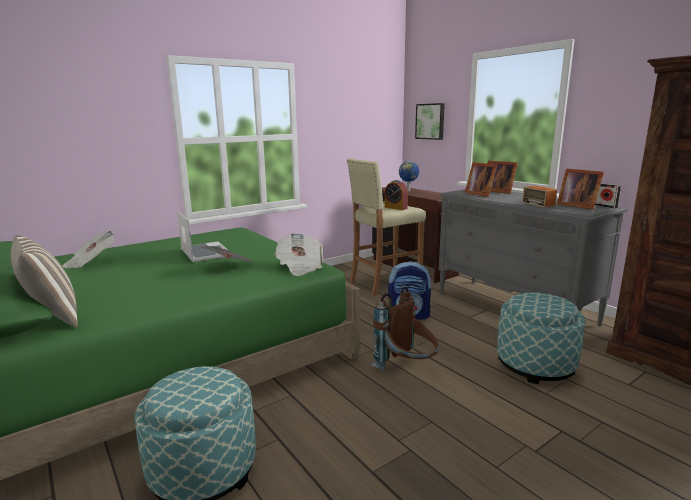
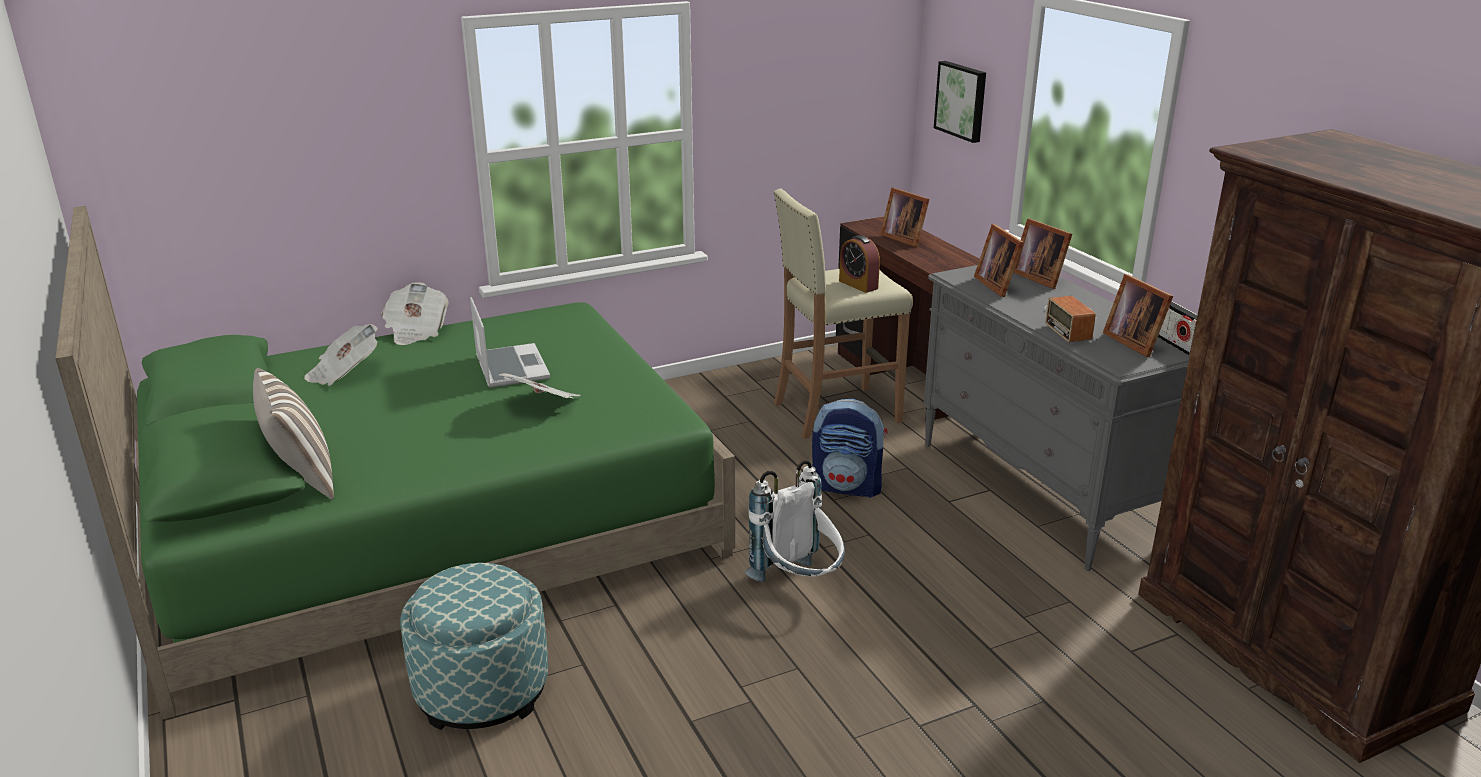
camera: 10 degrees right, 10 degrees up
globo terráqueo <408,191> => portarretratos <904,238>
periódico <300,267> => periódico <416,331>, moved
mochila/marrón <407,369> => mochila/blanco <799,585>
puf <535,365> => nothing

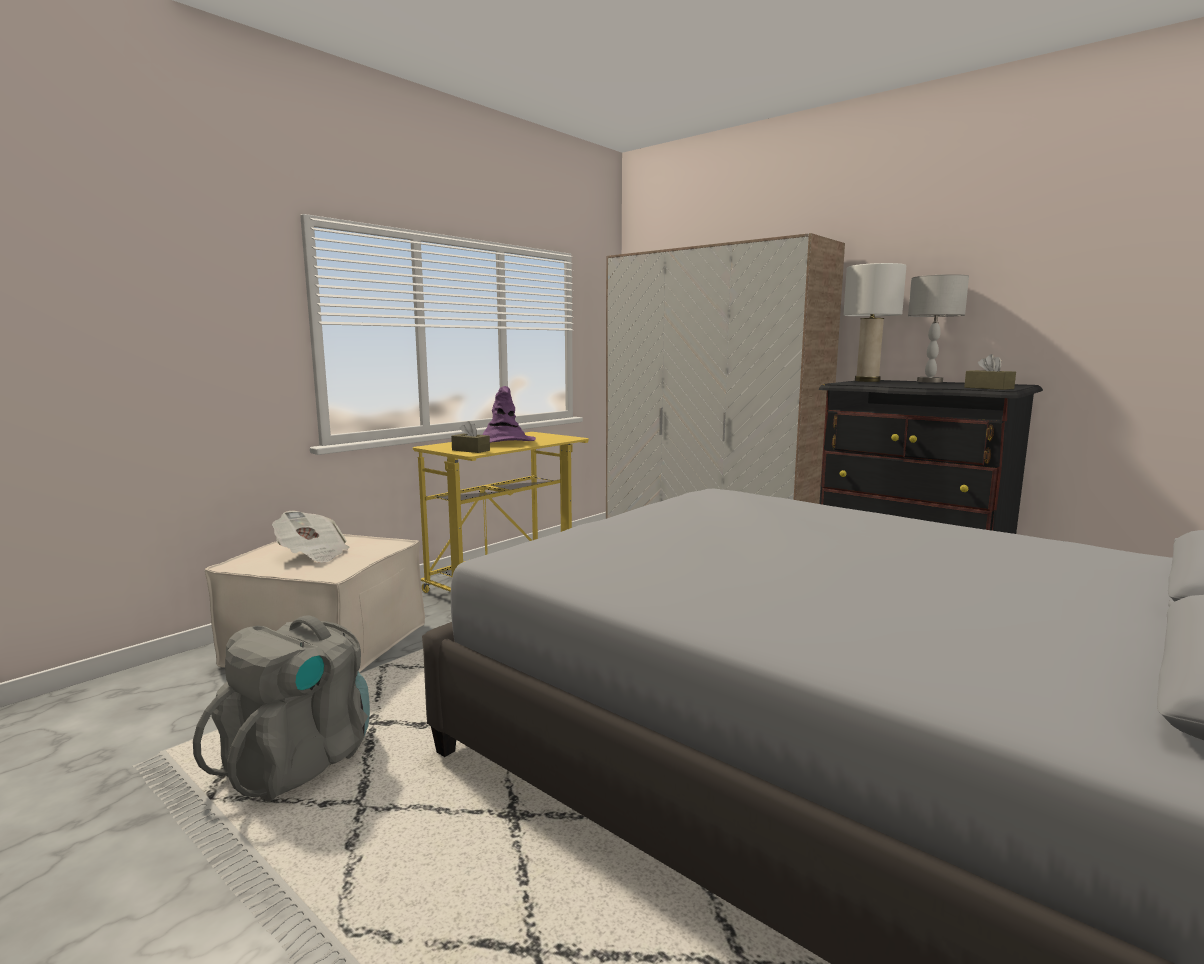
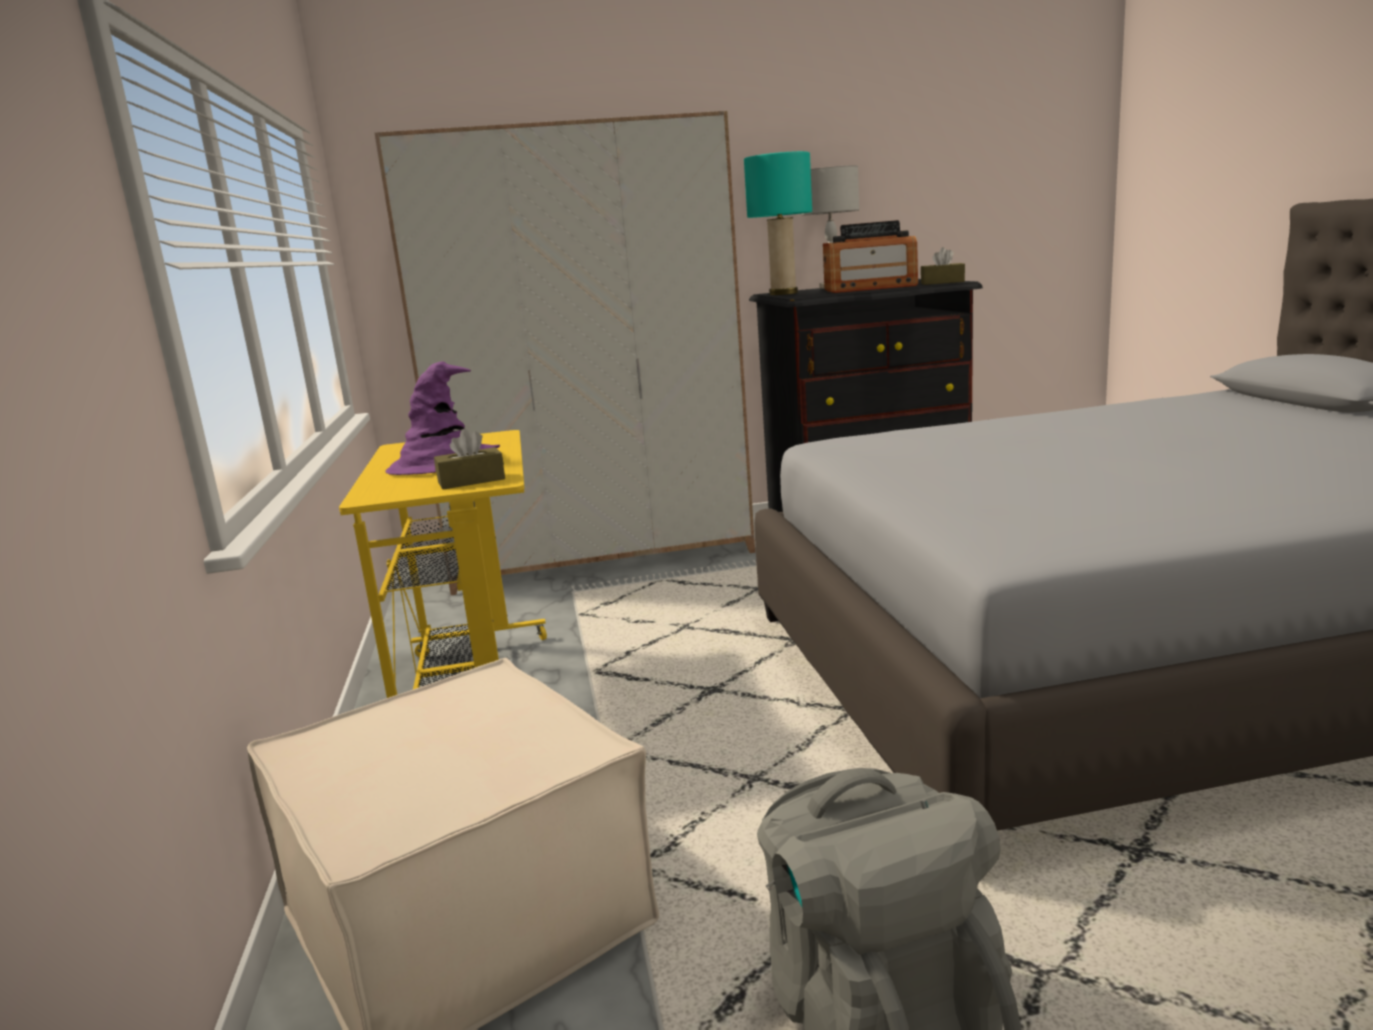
camera: 50 degrees left, 5 degrees up
lámpara de mesa/blanco <867,381> => lámpara de mesa/turquesa <783,293>
periódico <313,554> => nothing
nothing => radio <870,288>

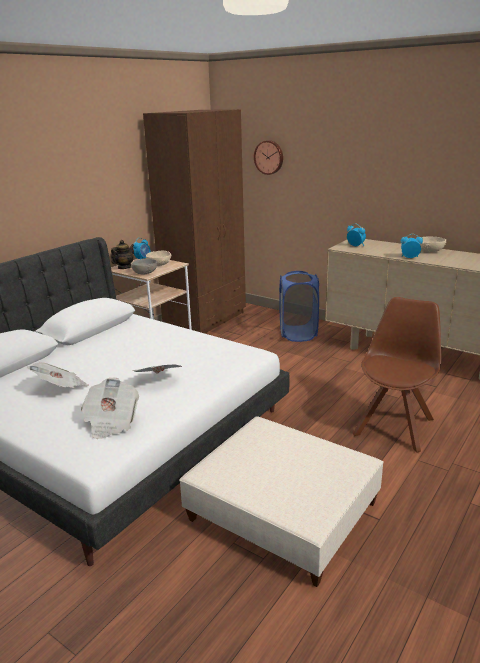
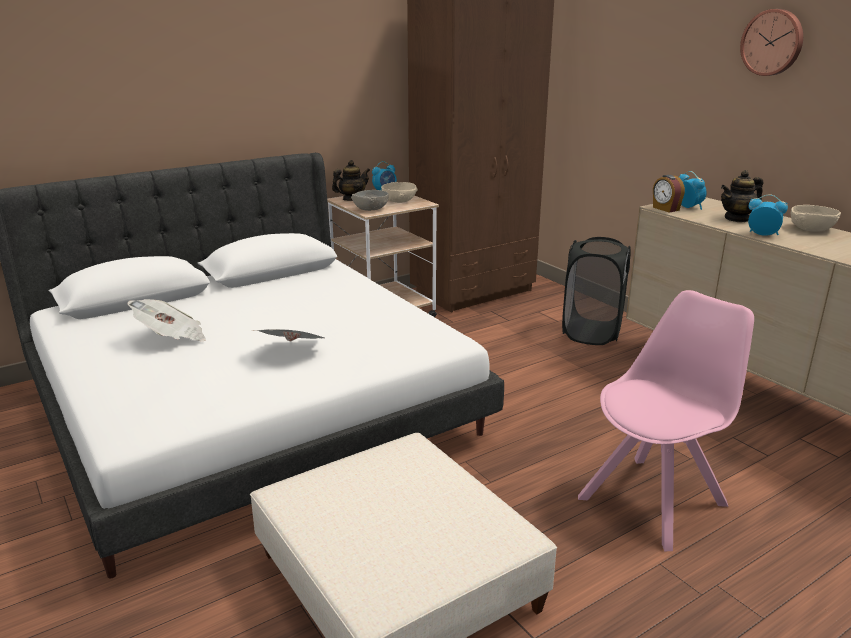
camera: 20 degrees right, 0 degrees up
reloj de pared <269,157> => reloj de pared <773,42>, moved
cesto de la ropa/azul <298,334> => cesto de la ropa/negro <591,332>
silla/marrón <394,425> => silla/rosa <655,500>
periódico <111,422> => nothing
nothing => tetera <737,218>
nothing => despertador <665,209>

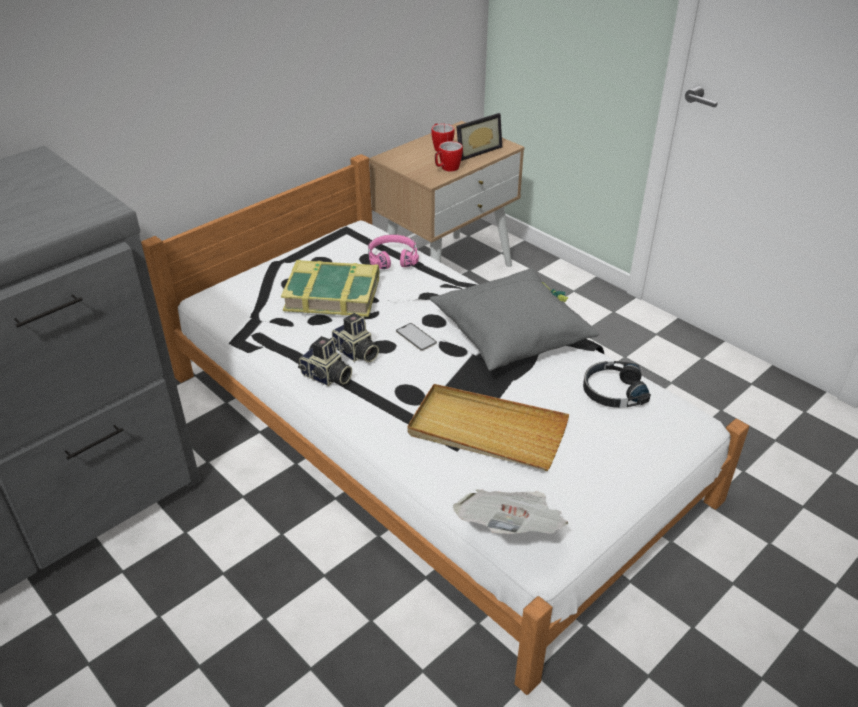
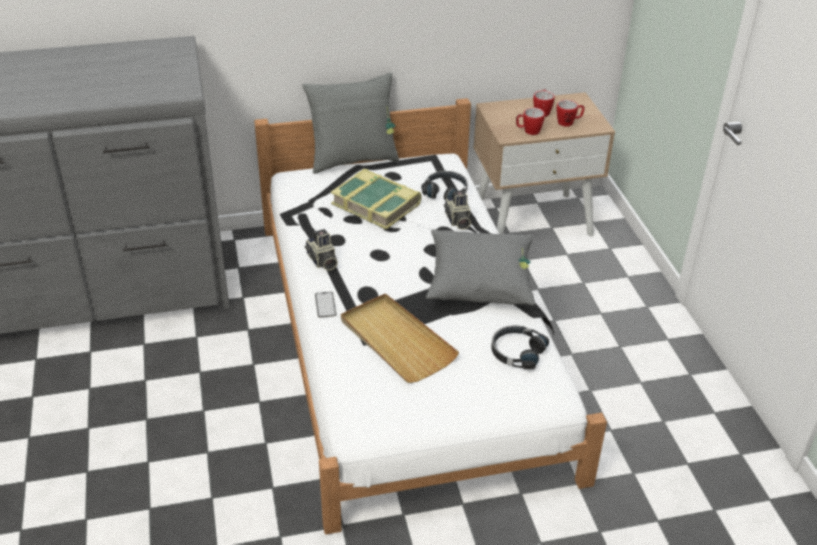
camera: 30 degrees right, 0 degrees up
portarretratos <475,151> => taza grande <568,122>
auriculares/rosa <392,258> => auriculares/negro <446,191>
cámara <355,353> => cámara <457,221>, moved
móvil <416,337> => móvil <325,305>, moved
periódico <511,530> => nothing
nothing => cojín/gris <353,161>

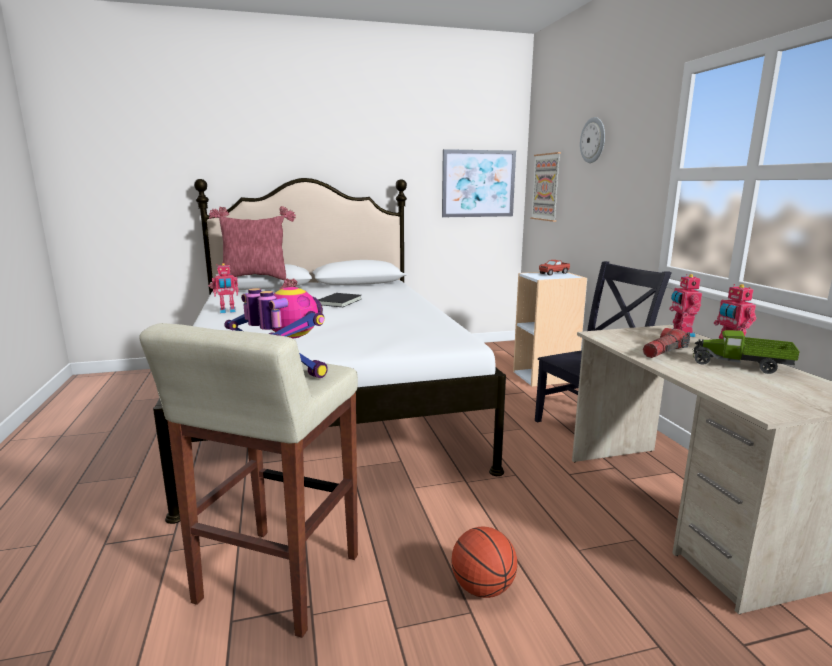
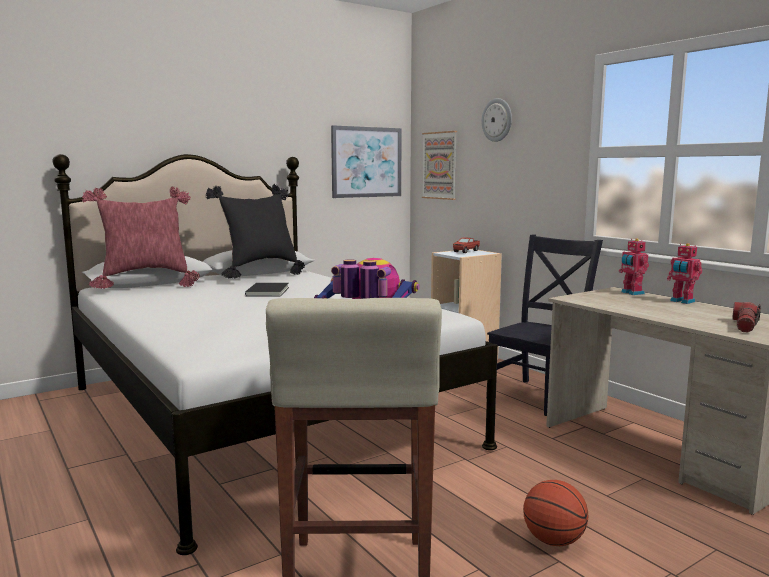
camera: 20 degrees left, 5 degrees down
robot de juguete <228,311> => nothing
linterna <664,352> => linterna <745,326>, moved
camión de juguete <741,365> => nothing
nothing => cojín/negro <258,276>

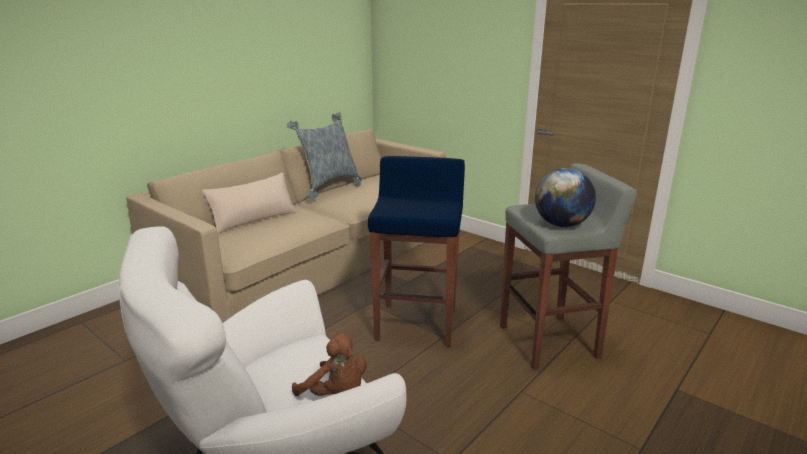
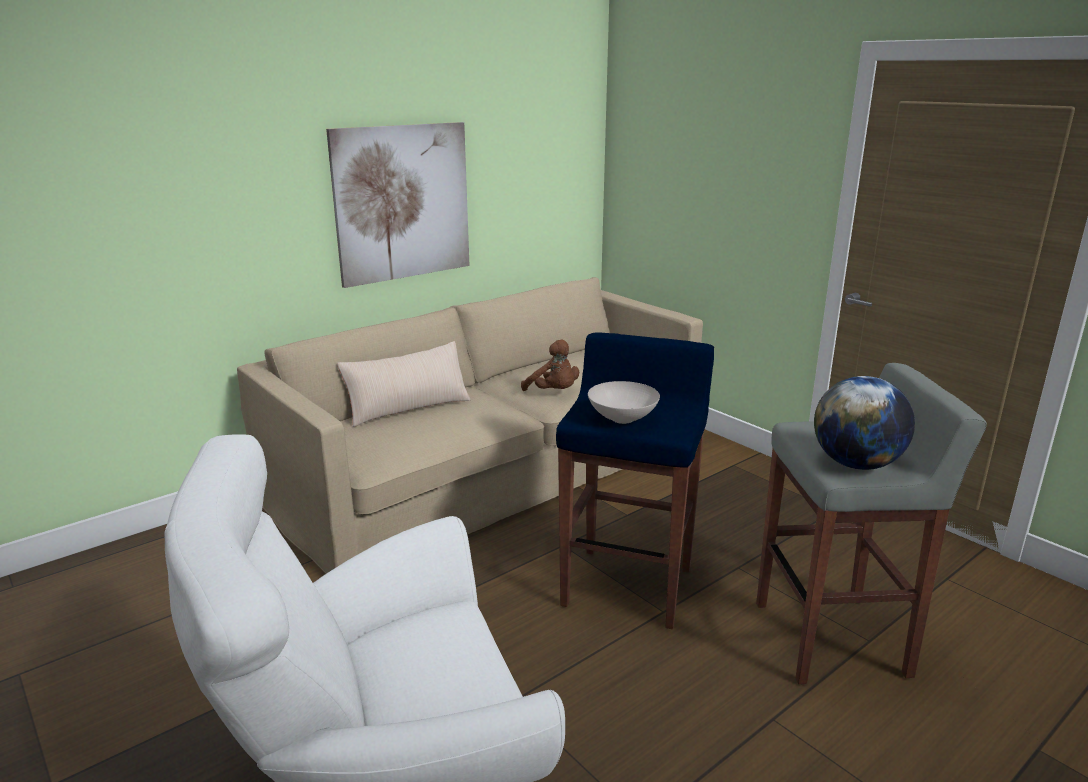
camera: 10 degrees right, 0 degrees up
cojín <327,190> => nothing
peluche/marrón <335,394> => peluche/marrón <554,392>, moved
nothing => cuadro <402,203>
nothing => cuenco/blanco <621,418>

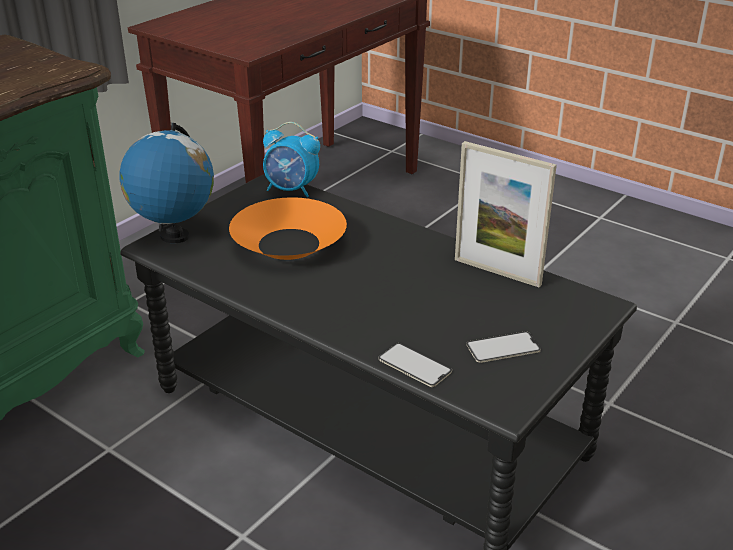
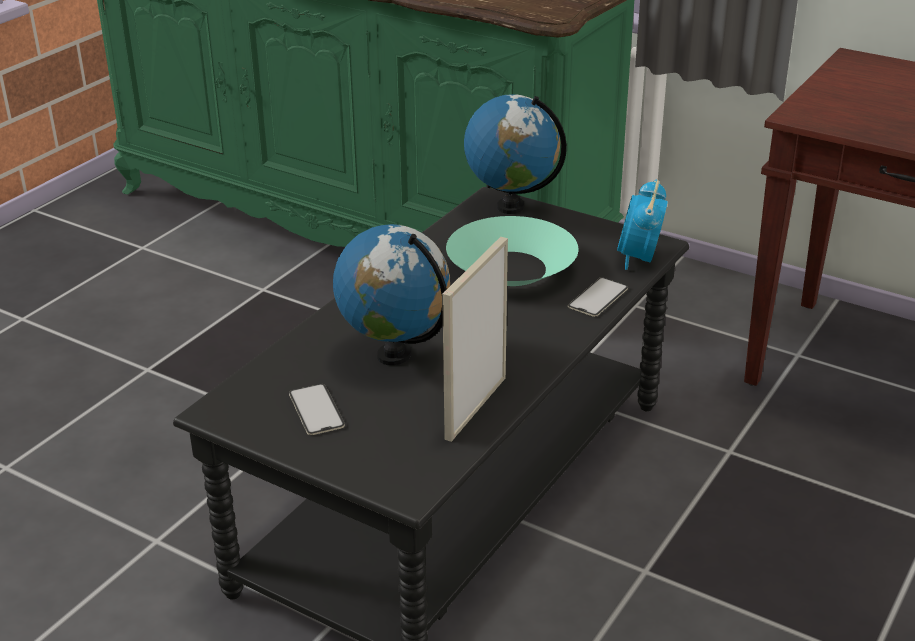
camera: 85 degrees right, 0 degrees up
cuenco/naranja <288,243> => cuenco/turquesa <511,268>
móvil <414,365> => móvil <598,297>, moved
nothing => globo terráqueo <395,355>

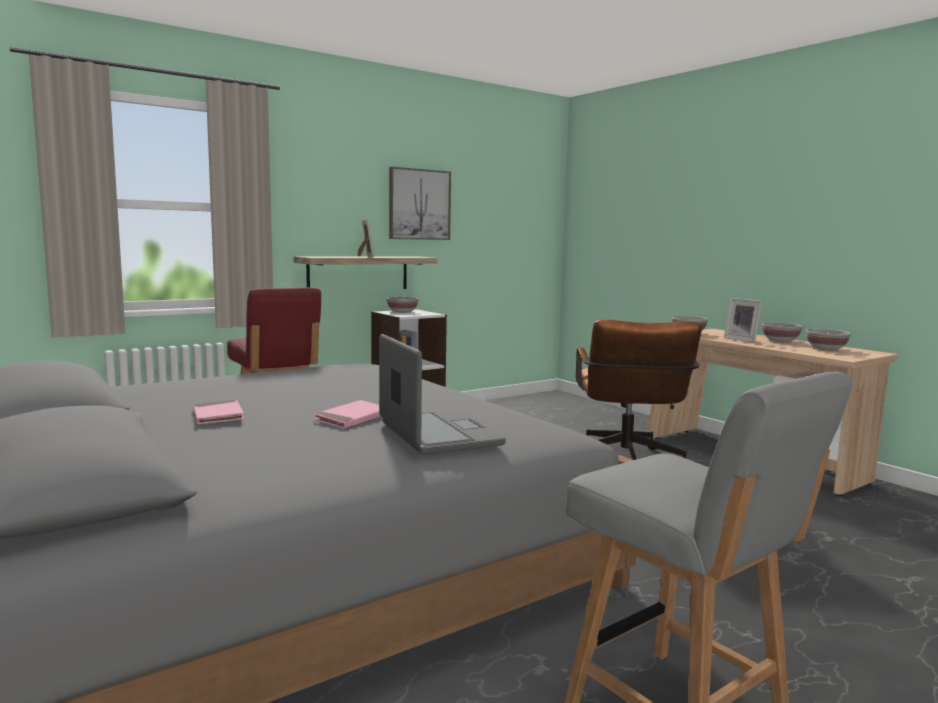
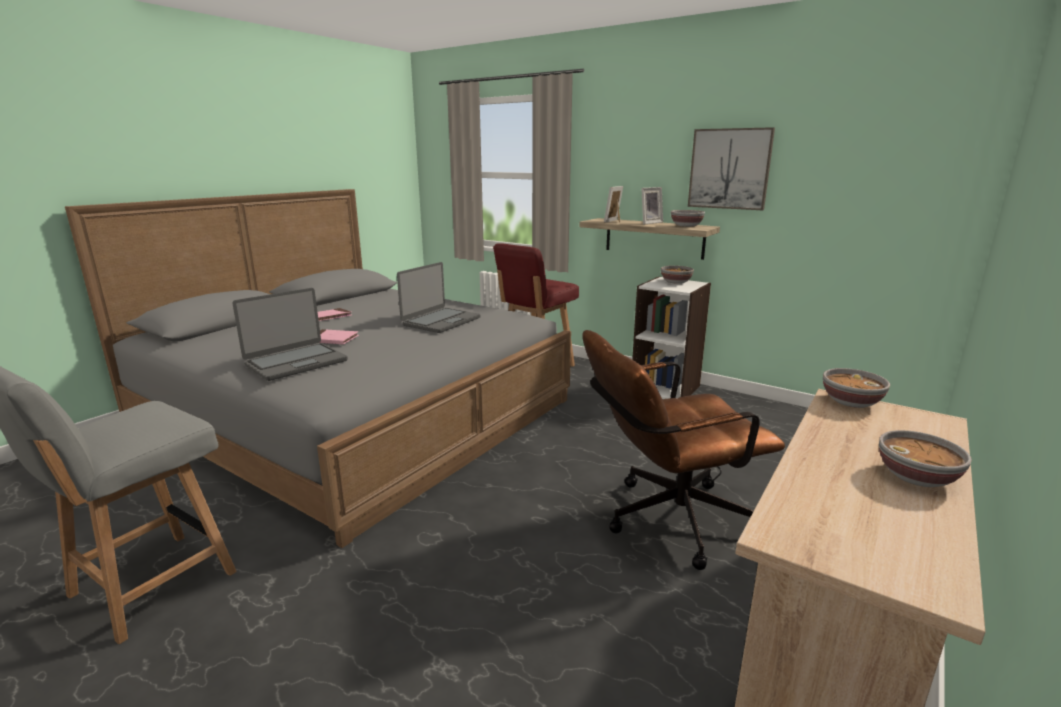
camera: 70 degrees right, 10 degrees up
portarretratos <742,339> => portarretratos <615,221>, moved
cuenco <826,348> => cuenco <686,226>, moved
nothing => portátil <441,321>

